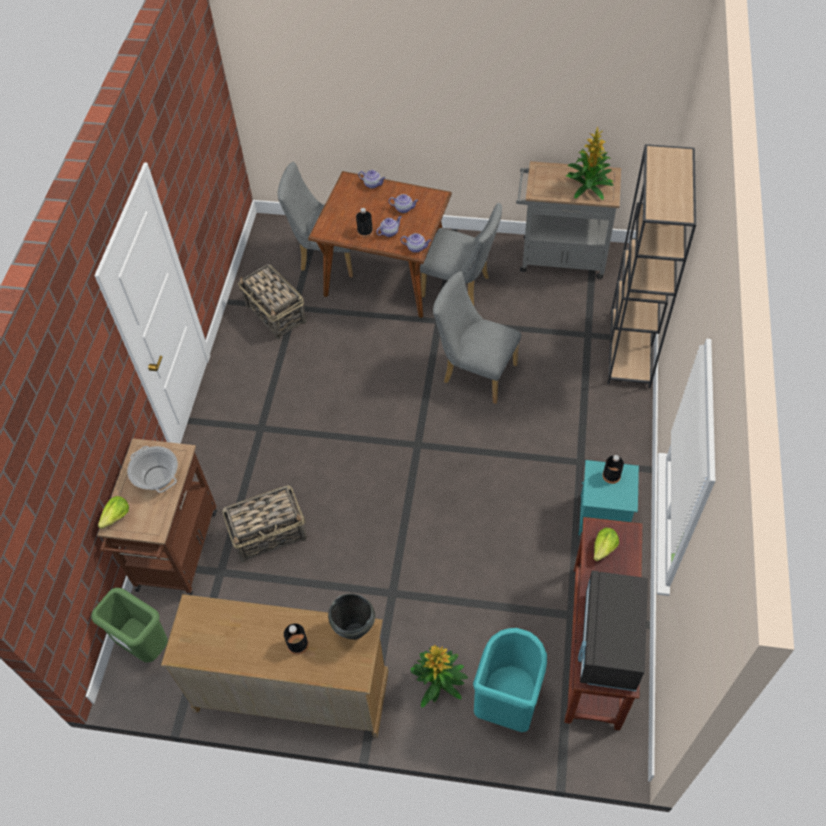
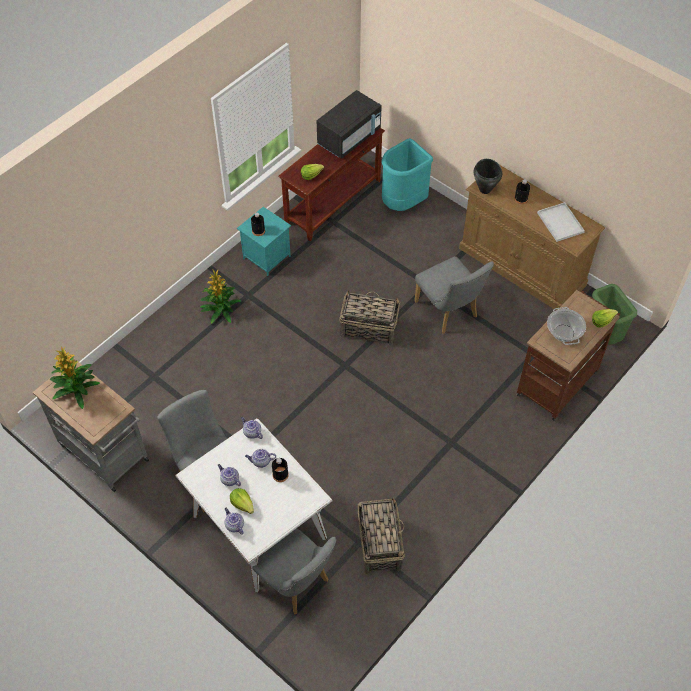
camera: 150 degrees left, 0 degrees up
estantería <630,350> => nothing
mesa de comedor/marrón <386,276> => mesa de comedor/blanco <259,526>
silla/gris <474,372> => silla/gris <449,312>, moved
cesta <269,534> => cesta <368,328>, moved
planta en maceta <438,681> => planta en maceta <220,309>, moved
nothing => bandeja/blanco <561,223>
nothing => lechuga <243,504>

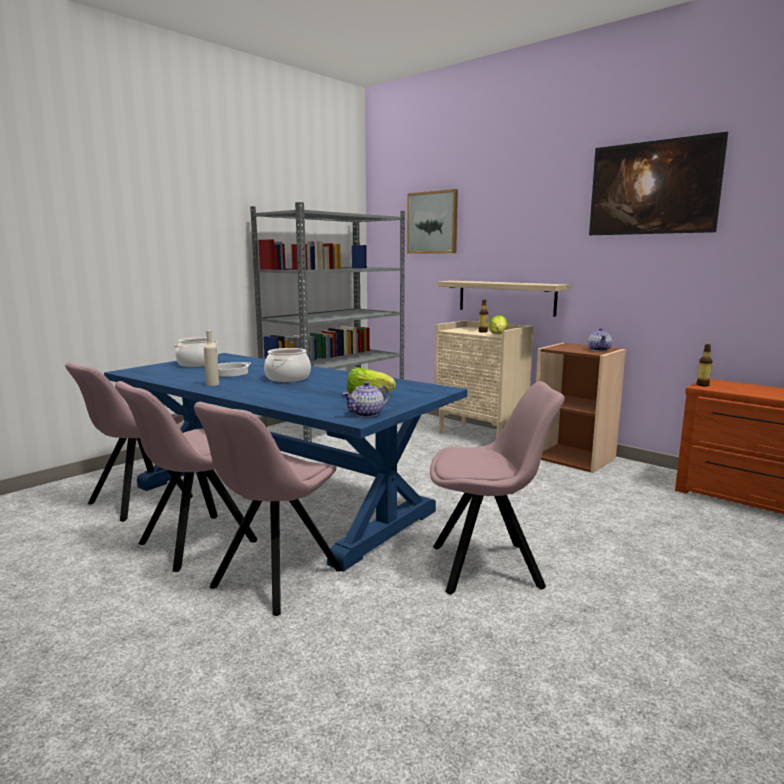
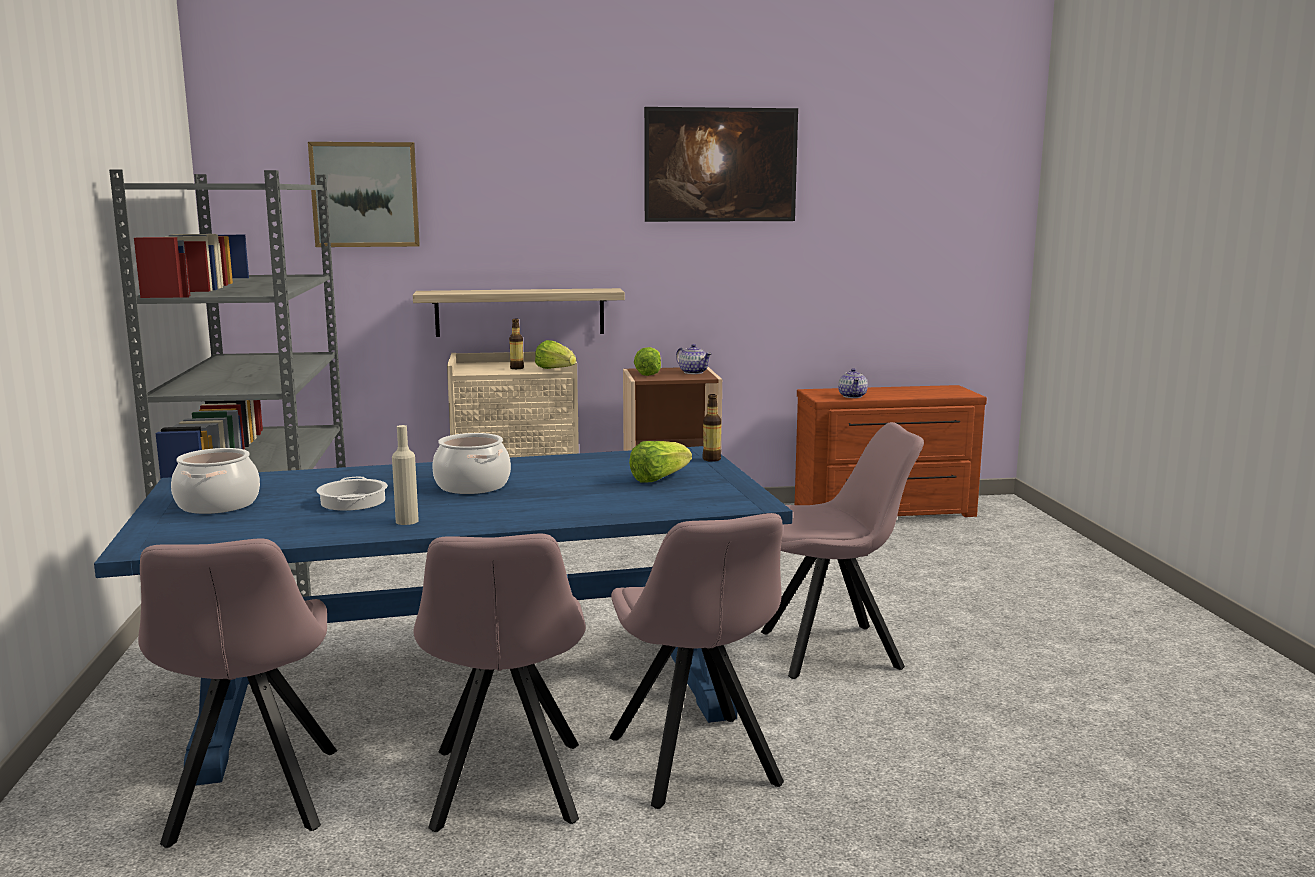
camera: 50 degrees left, 0 degrees up
botella <702,385> => botella <711,459>, moved
silla/rosa <487,567> => silla/rosa <832,650>, 45 degrees clockwise
tetera <367,414> => tetera <852,396>, moved
nothing => lechuga <649,373>

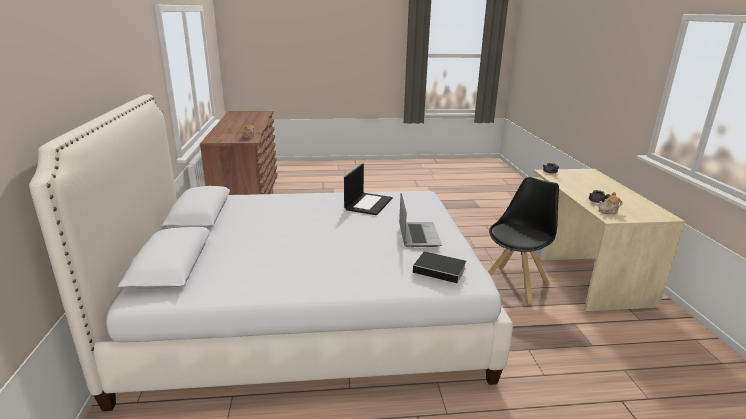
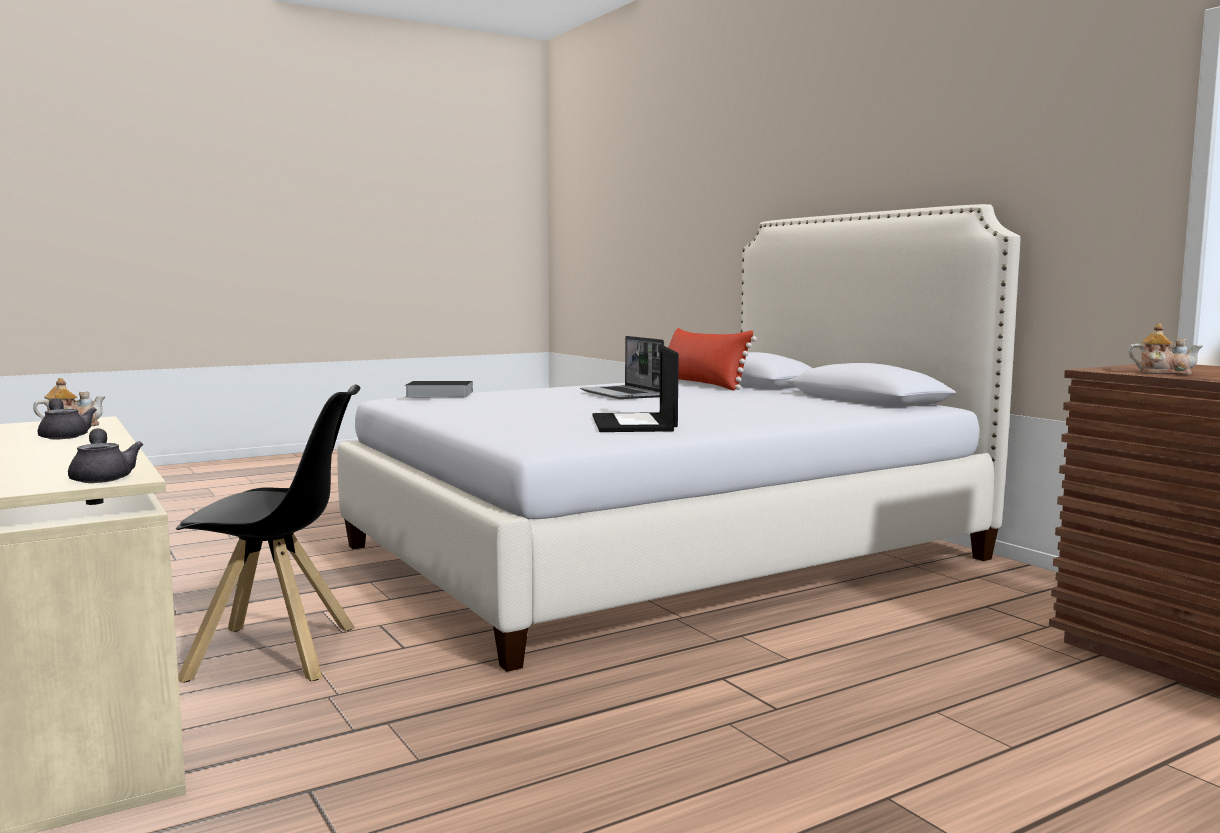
camera: 155 degrees right, 15 degrees down
silla/negro <515,283> => silla/negro <277,653>, 105 degrees counterclockwise
portátil <418,235> => portátil <623,394>, moved
nothing => cojín/rojo <702,384>

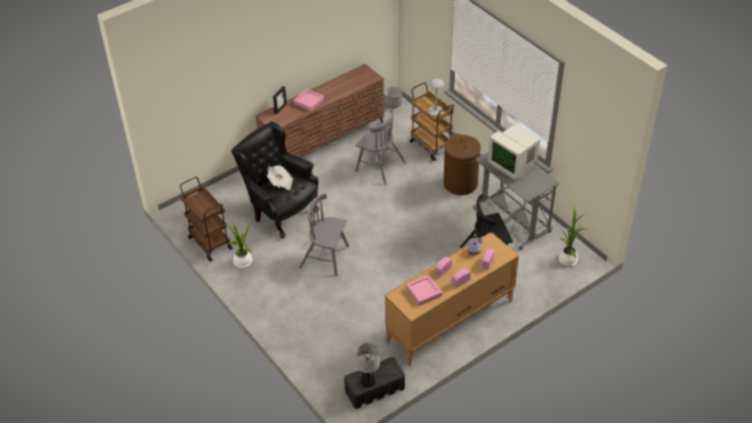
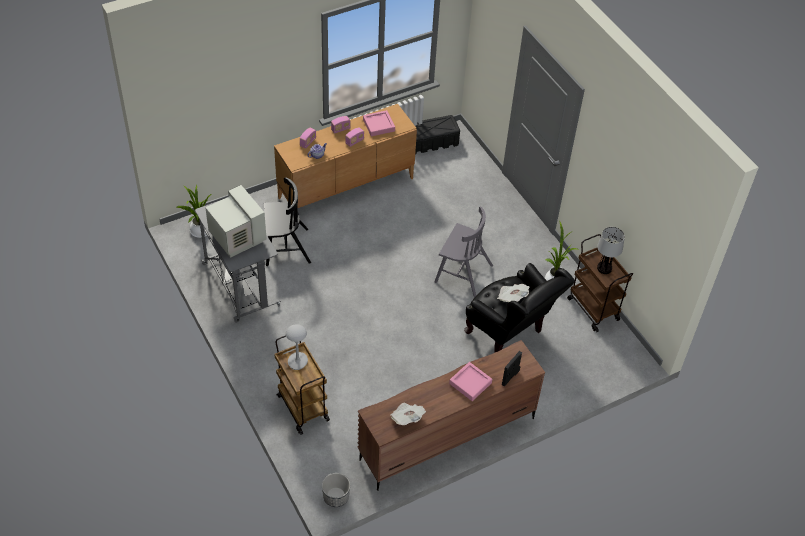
camera: 175 degrees left, 5 degrees up
silla/gris <378,166> => nothing
cesto de la ropa/marrón <460,184> => nothing
lámpara de mesa <368,381> => lámpara de mesa <604,268>, moved
nothing => periódico <407,418>

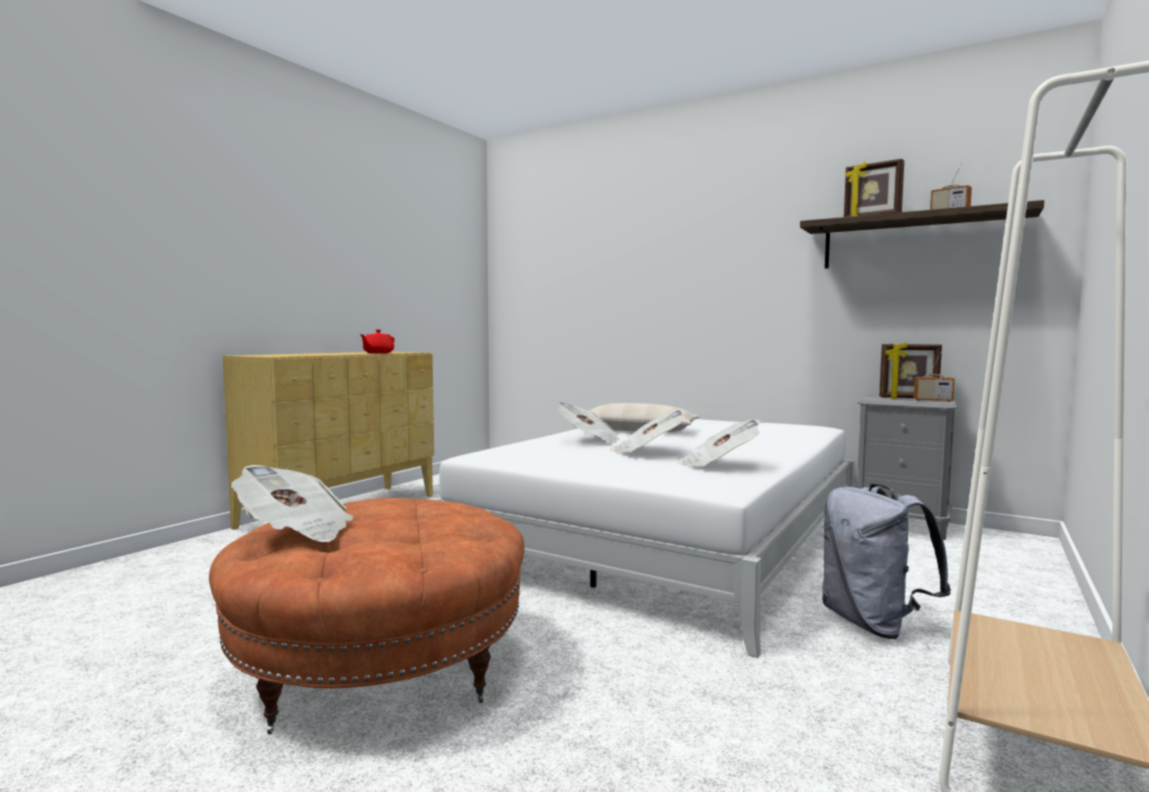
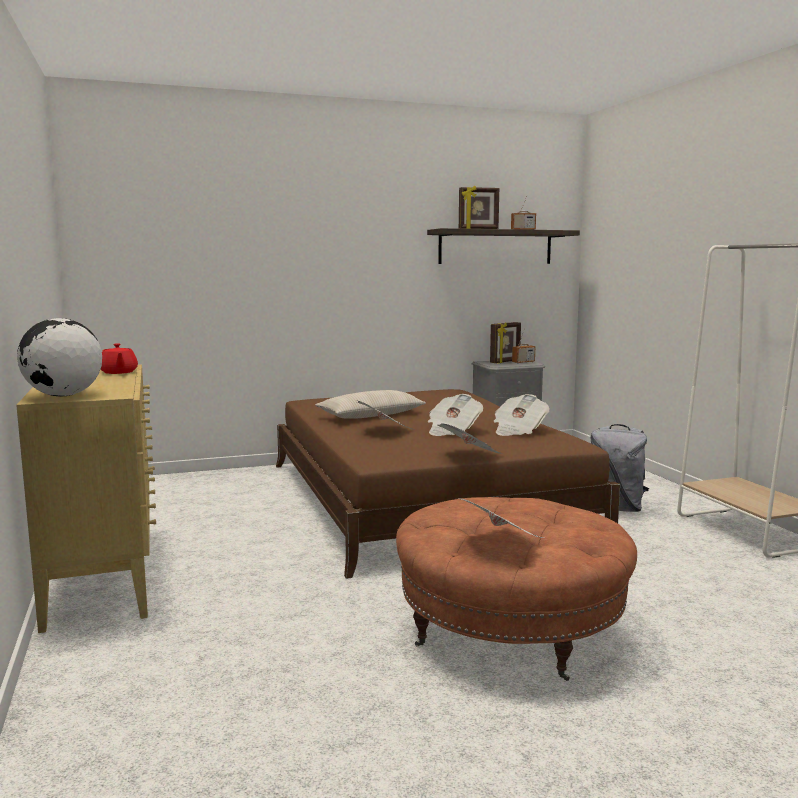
camera: 50 degrees left, 5 degrees up
cama/blanco <669,536> => cama/marrón <422,498>
nothing => globo terráqueo <63,396>
nothing => periódico <470,456>

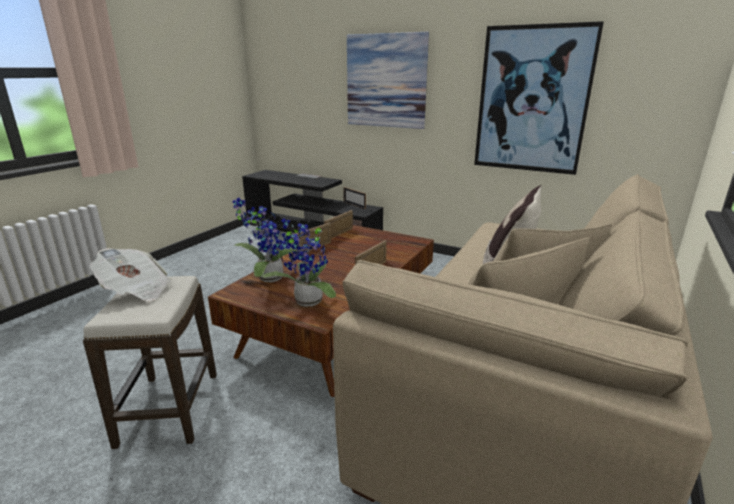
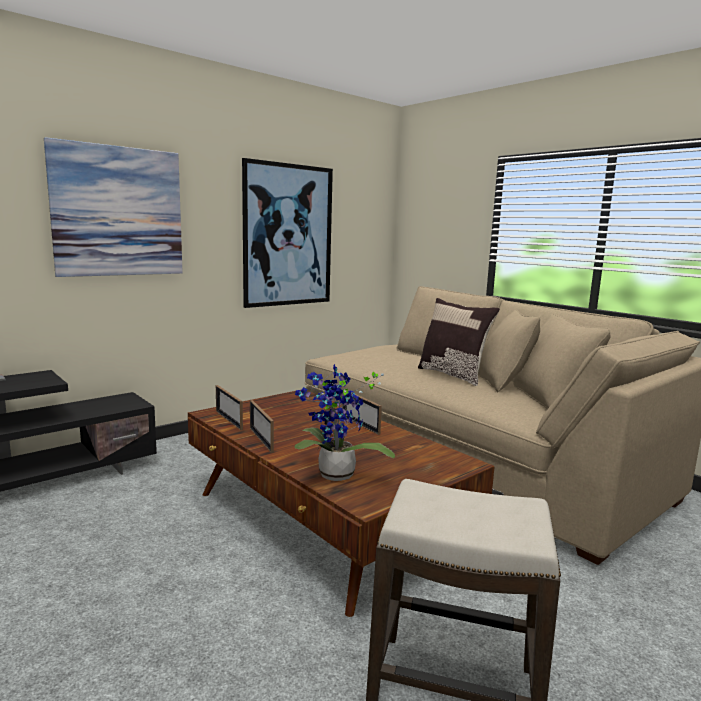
camera: 70 degrees left, 10 degrees down
portarretratos <354,205> => nothing
planta en maceta <305,302> => nothing
periódico <136,290> => nothing

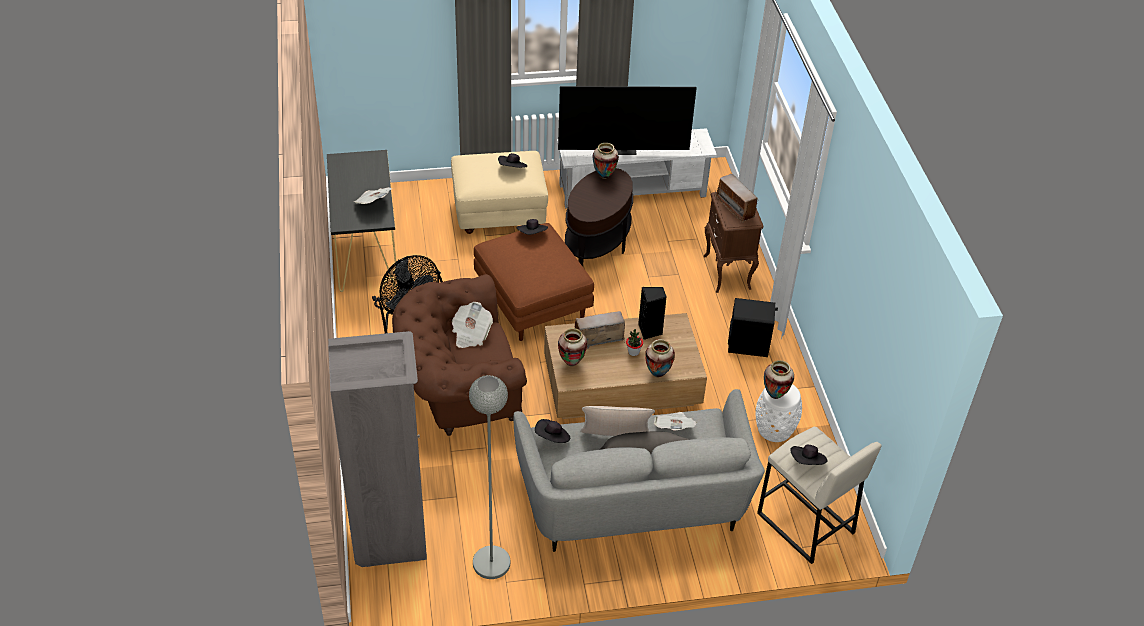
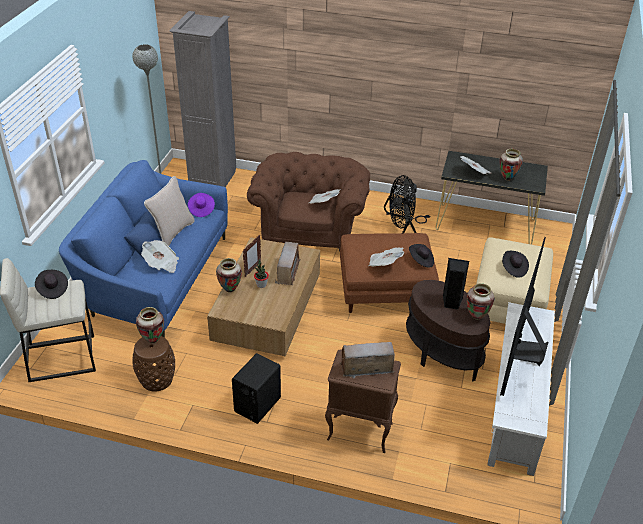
camera: 115 degrees right, 5 degrees down
altavoz/negro <650,331> => altavoz/negro <451,302>, moved
florero <571,363> => florero <507,178>, moved
taburete/blanco <774,429> => taburete/marrón <156,380>
sofá/gris <634,503> => sofá/azul <155,278>
sombrero/negro <552,438> => sombrero/morado <201,210>
nothing => portarretratos <252,269>
nothing => periódico <384,264>

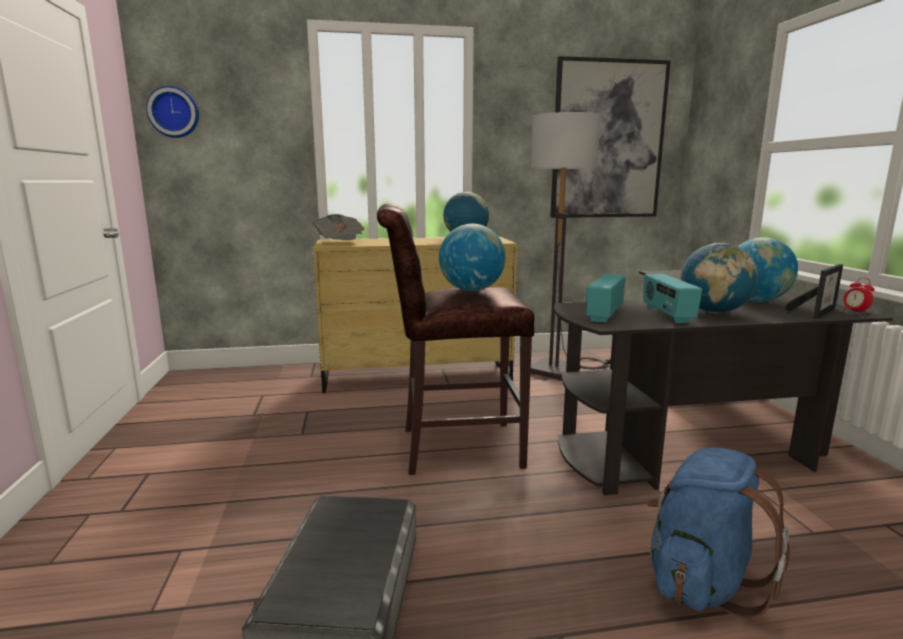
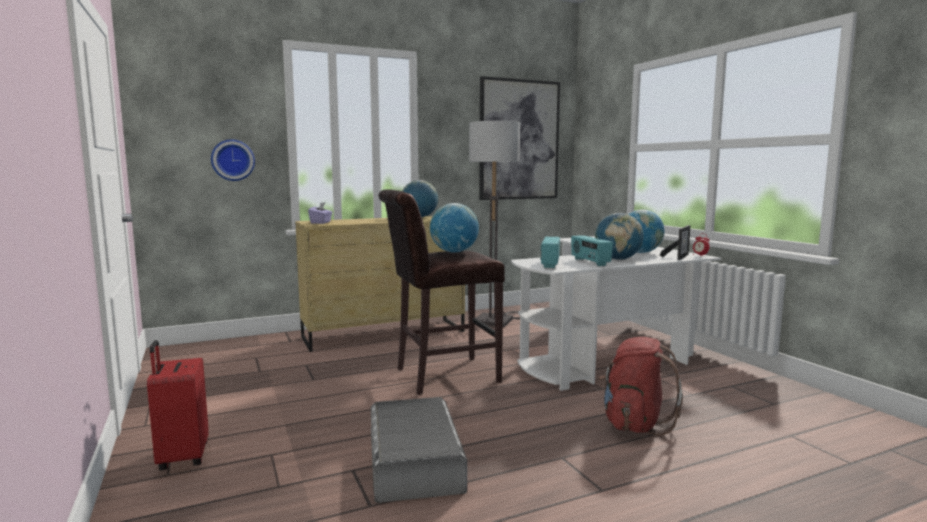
camera: 15 degrees left, 5 degrees down
reloj de pared <174,112> => reloj de pared <233,160>, moved
periódico <340,243> => caja de pañuelos/morado <321,222>
escritorio/negro <694,432> => escritorio/blanco <607,351>
mochila/azul <701,582> => mochila/rojo <634,424>
nothing => maleta/rojo <182,457>

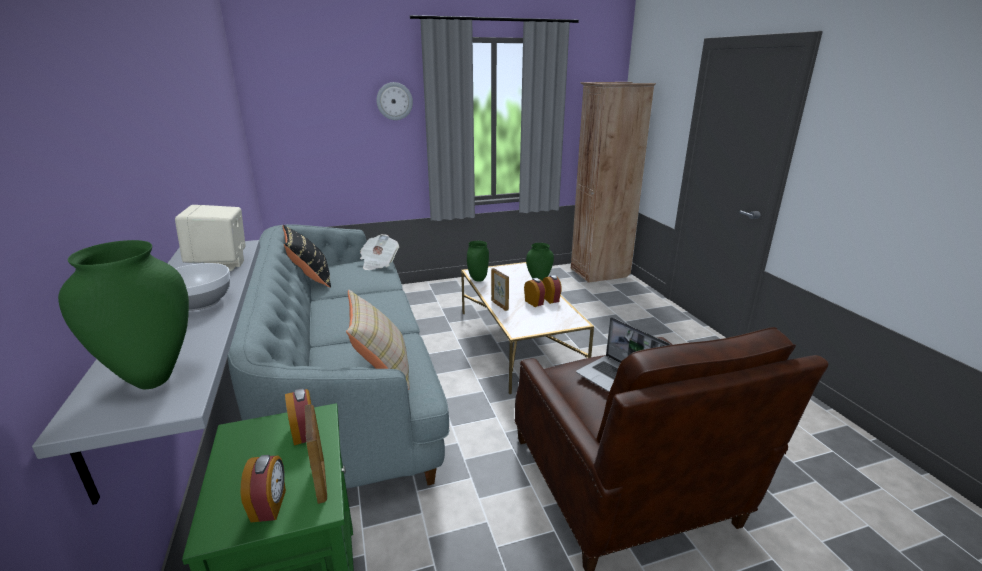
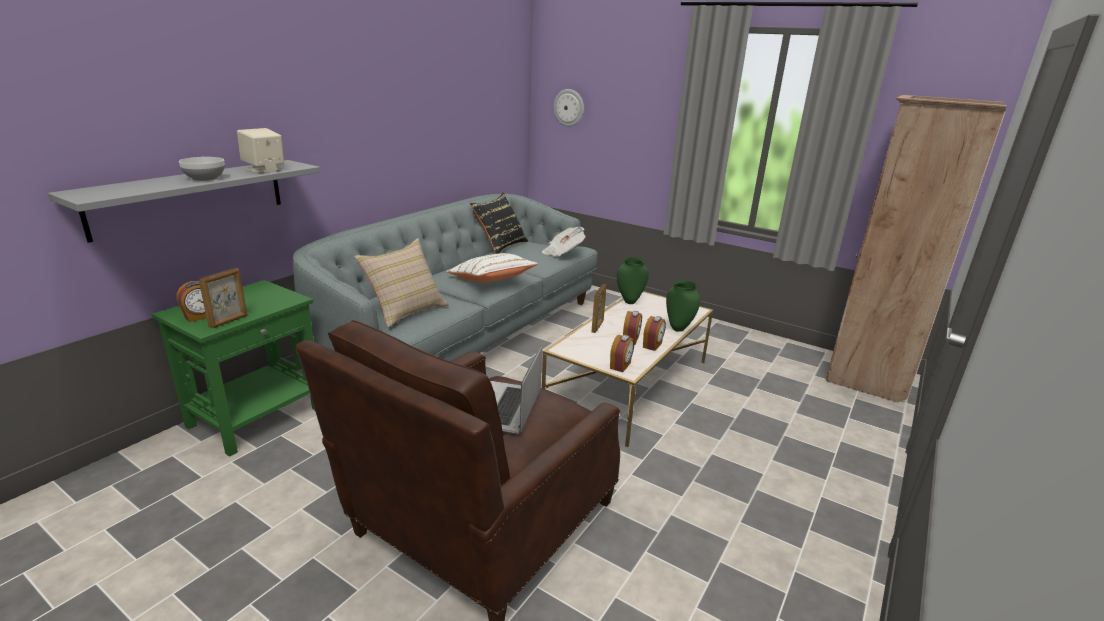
camera: 50 degrees right, 0 degrees up
reloj de pared <394,101> => reloj de pared <569,108>, moved
florero/verde <153,377> => nothing
despertador <304,432> => despertador <620,366>, moved
nothing => cojín/blanco <491,281>

